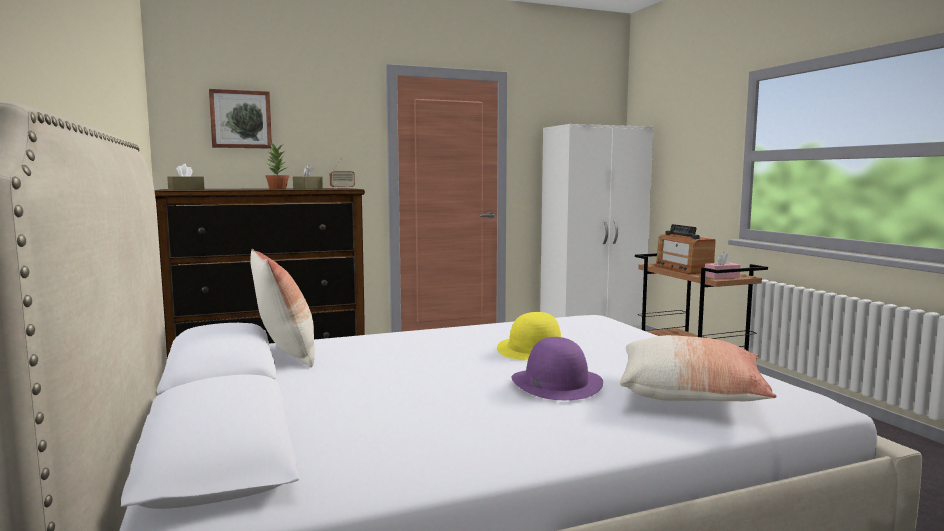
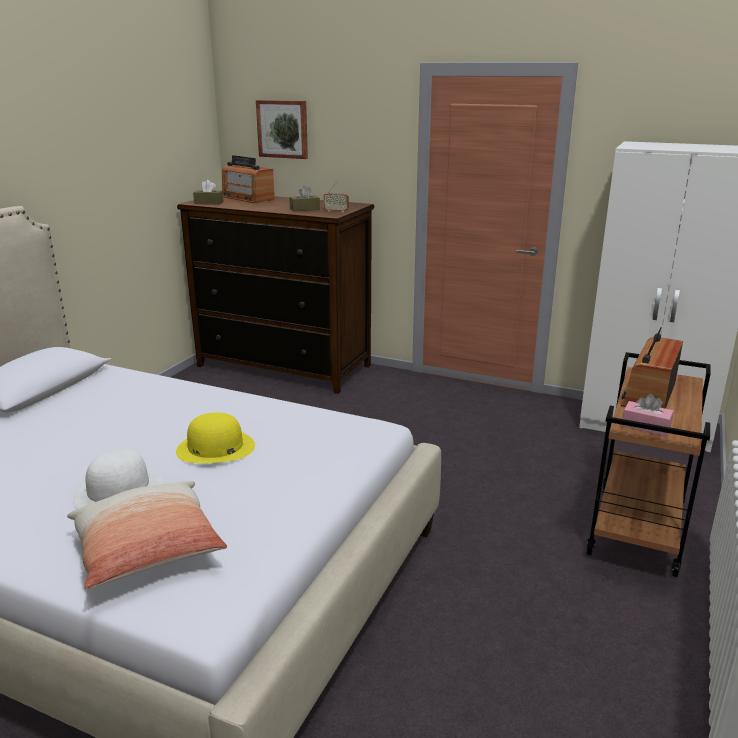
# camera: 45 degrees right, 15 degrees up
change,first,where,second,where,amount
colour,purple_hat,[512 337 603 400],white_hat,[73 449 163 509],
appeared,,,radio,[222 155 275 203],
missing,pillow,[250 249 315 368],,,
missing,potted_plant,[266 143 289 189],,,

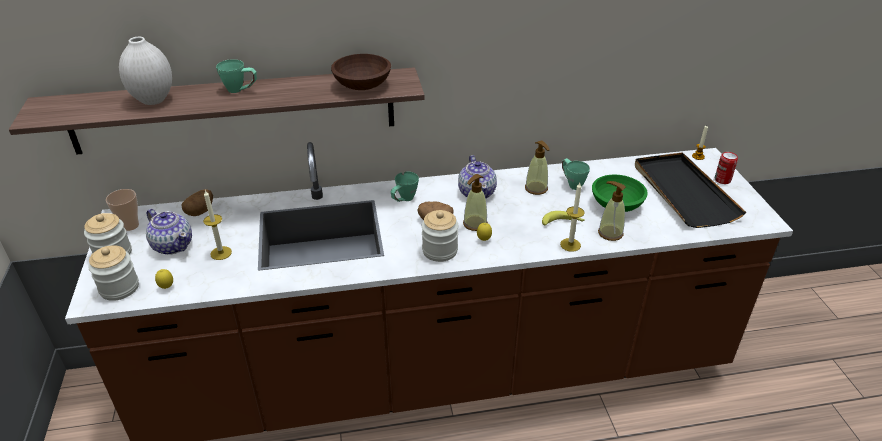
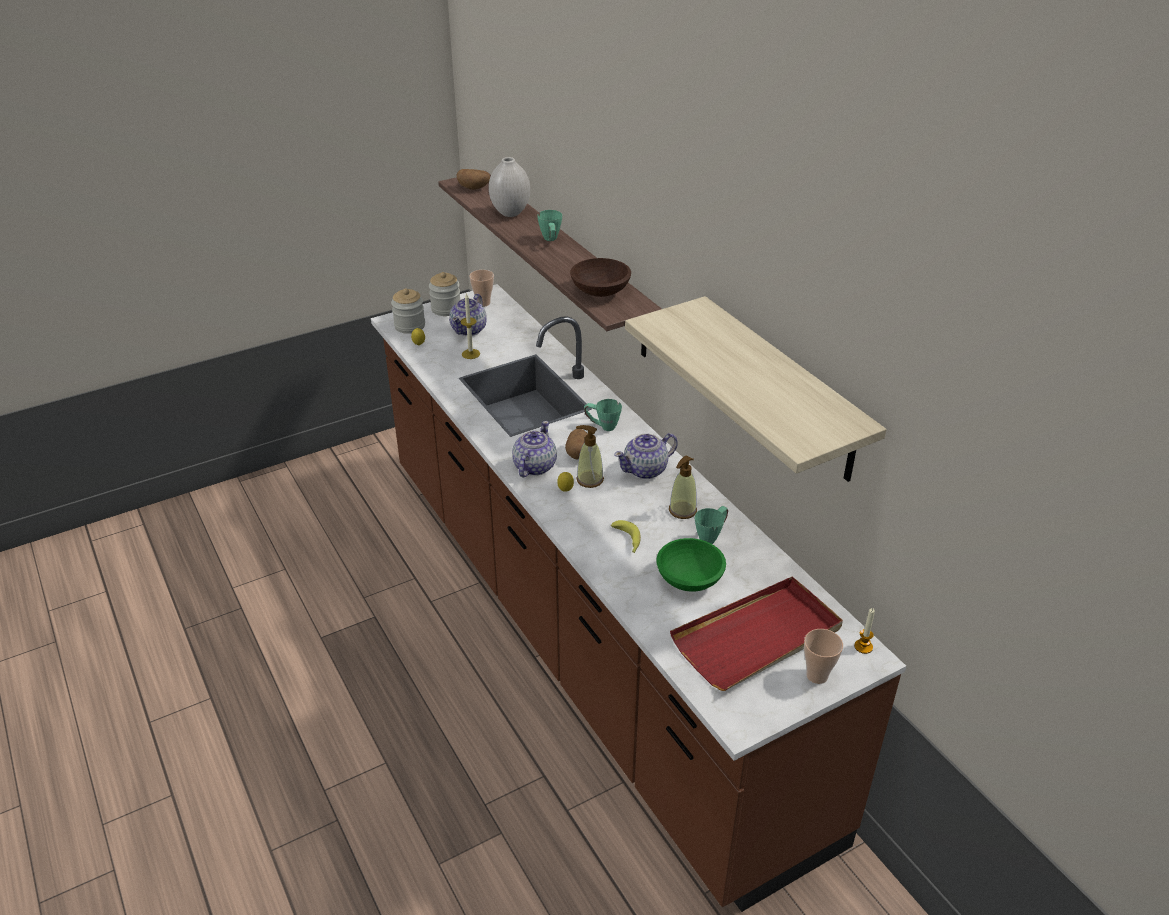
# camera: 70 degrees right, 0 degrees up
change,first,where,second,where,amount
relocated,potato,[182 189 213 216],,[457 169 490 190],
exchanged,jar,[422 210 459 262],teapot,[512 421 557 478],
appeared,,,shelf,[625 296 886 482],
colour,black_tray,[635 152 746 228],red_tray,[670 577 843 691],
exchanged,can,[715 152 738 184],cup,[804 629 843 684],
missing,candle,[560 183 585 252],,,
missing,soap_dispenser,[598 181 626 241],,,

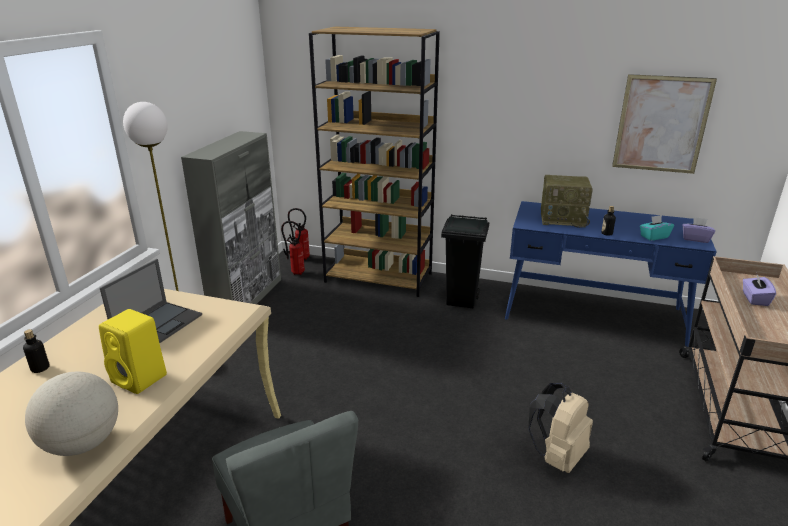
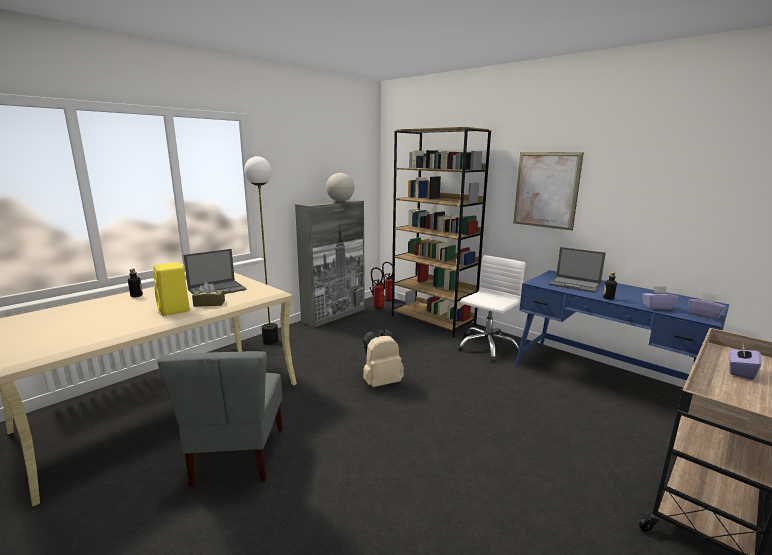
# camera: 25 degrees right, 10 degrees down
change,first,where,second,where,amount
appeared,,,brown_tissue_box,[192 282 225 307],
relocated,globe,[25 372 118 456],,[326 173 354 202],
relocated,beige_backpack,[528 383 593 473],,[363 329 404 387],
exchanged,black_trash_can,[441 214 489 308],white_office_chair,[457 255 526 362],
relocated,picture,[612 74 717 174],,[513 152 584 231],
exchanged,radio,[541 175 593 228],laptop,[549 247 606 293],
colour,turquoise_tissue_box,[640 215 674 241],purple_tissue_box,[642 286 679 310],

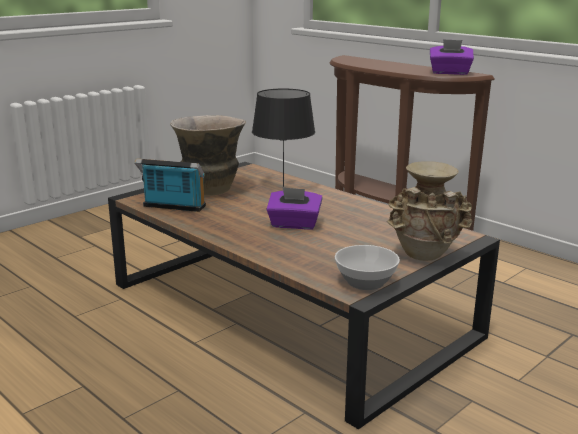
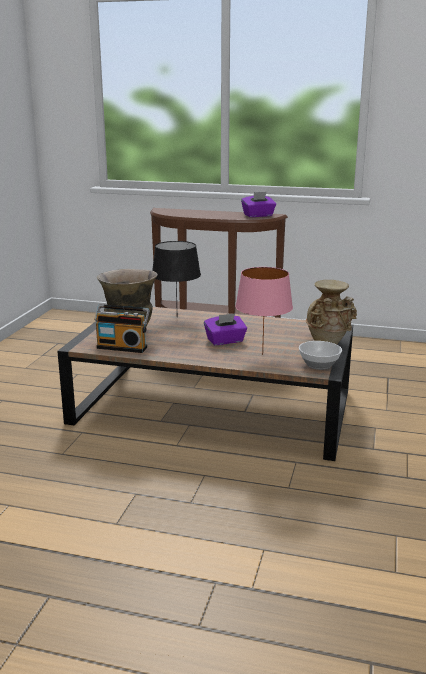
# camera: 30 degrees left, 0 degrees up
change,first,where,second,where,amount
spun,radio,[134 159 206 212],,[94 304 150 353],150 degrees counterclockwise
appeared,,,pink_table_lamp,[235 267 293 355],

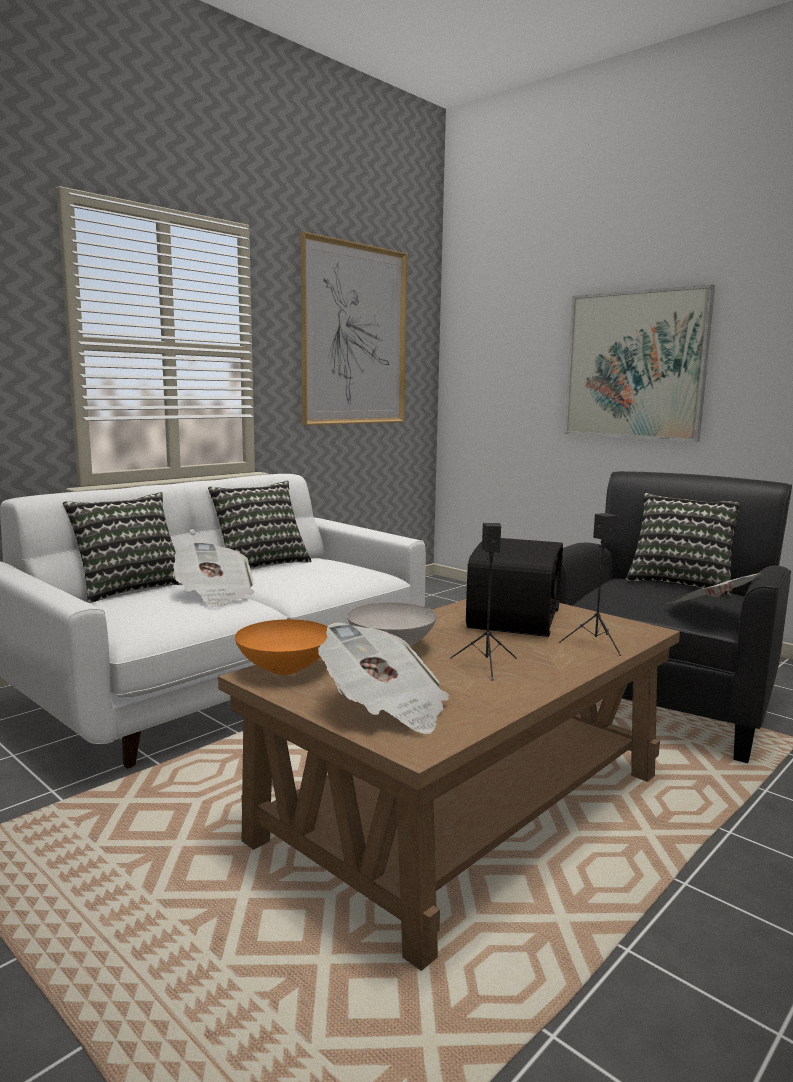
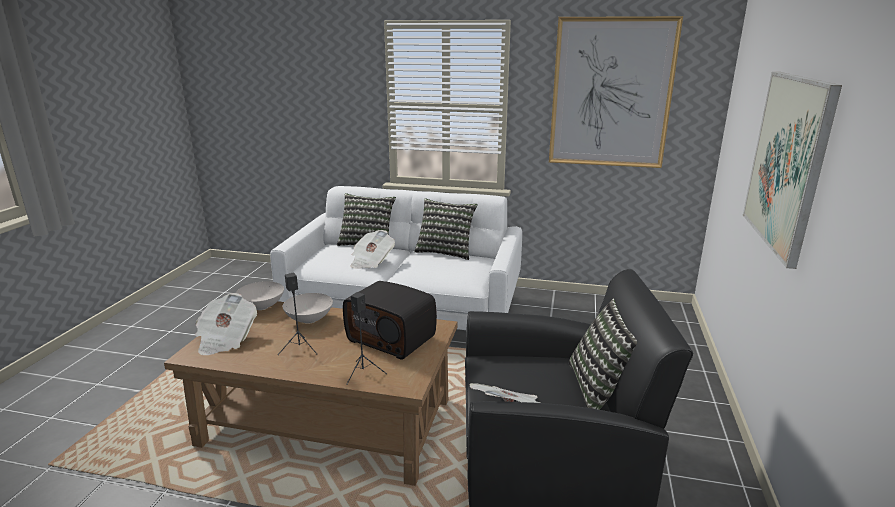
# camera: 60 degrees right, 10 degrees up
change,first,where,second,where,amount
colour,orange_bowl,[235 619 328 675],white_bowl,[236 281 284 310],
spun,radio,[466 538 563 637],,[343 281 437 360],45 degrees clockwise

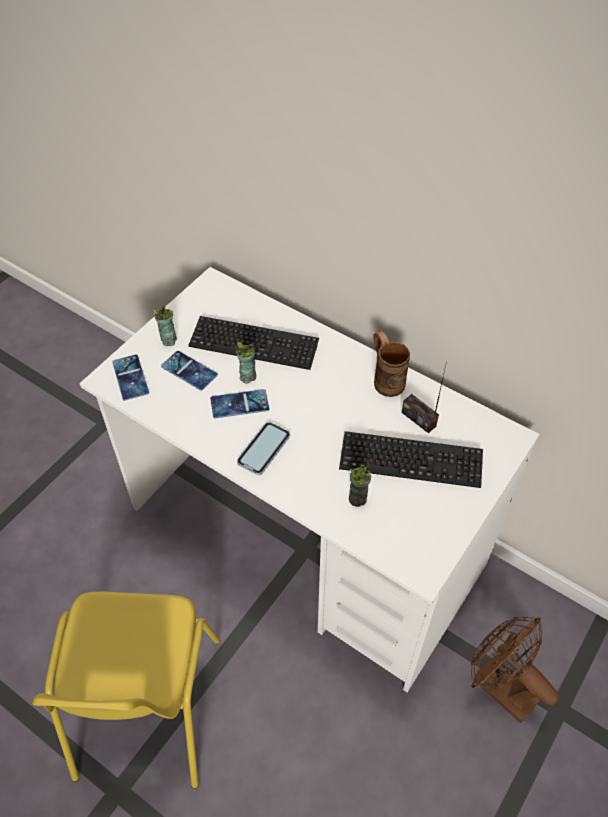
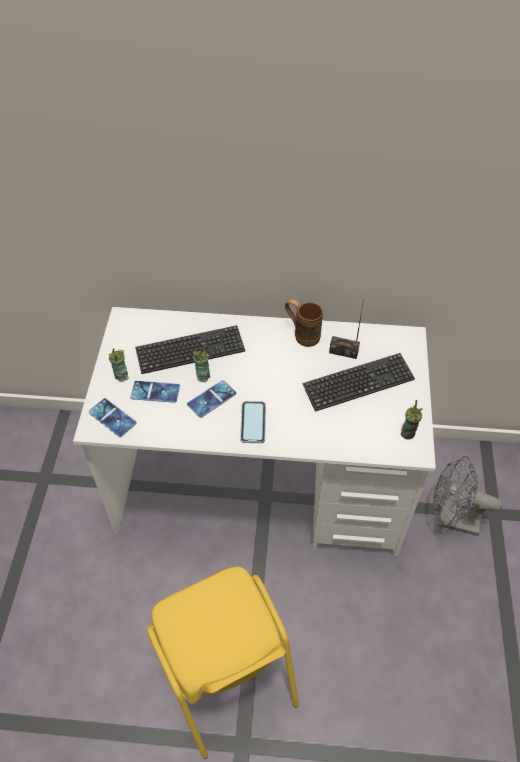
# camera: 30 degrees left, 0 degrees up
change,first,where,second,where,amount
relocated,cup,[349 460 371 507],,[401 400 423 440],
colour,brown_fan,[471 617 559 723],grey_fan,[433 456 502 536],

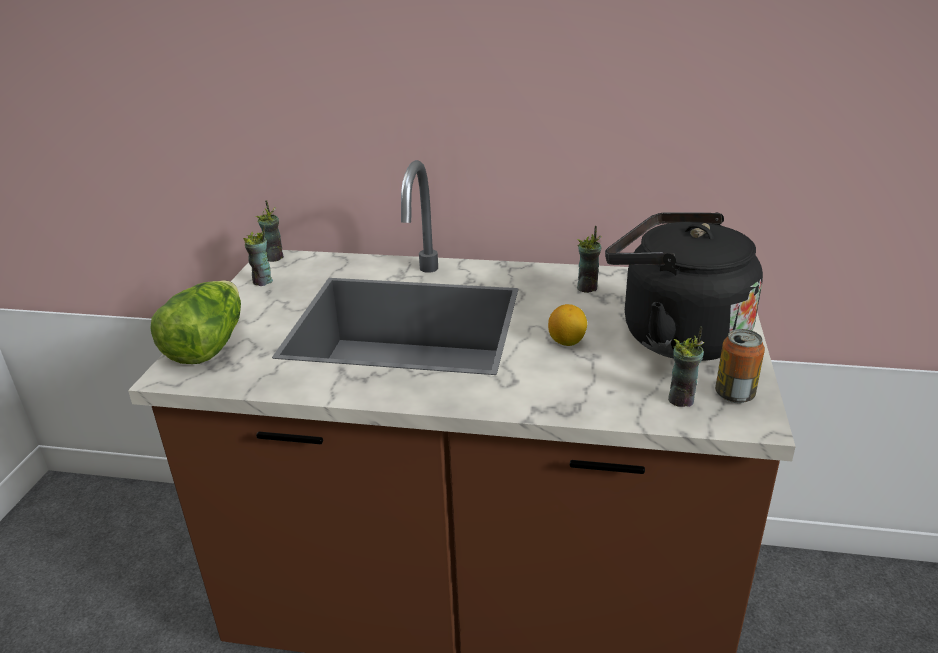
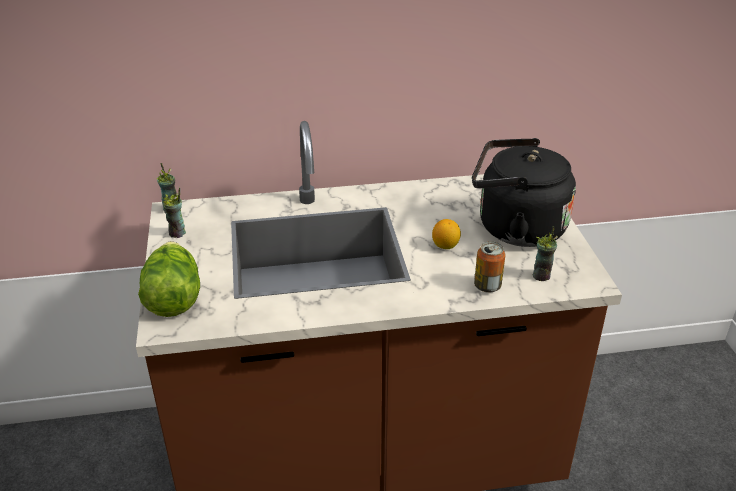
# camera: 20 degrees left, 5 degrees up
change,first,where,second,where,amount
relocated,can,[715 329 765 403],,[474 241 505 293],
missing,cup,[577 226 601 293],,,

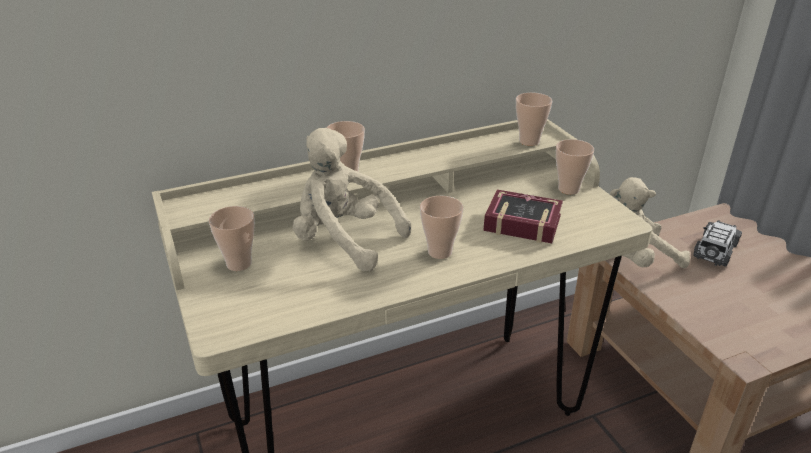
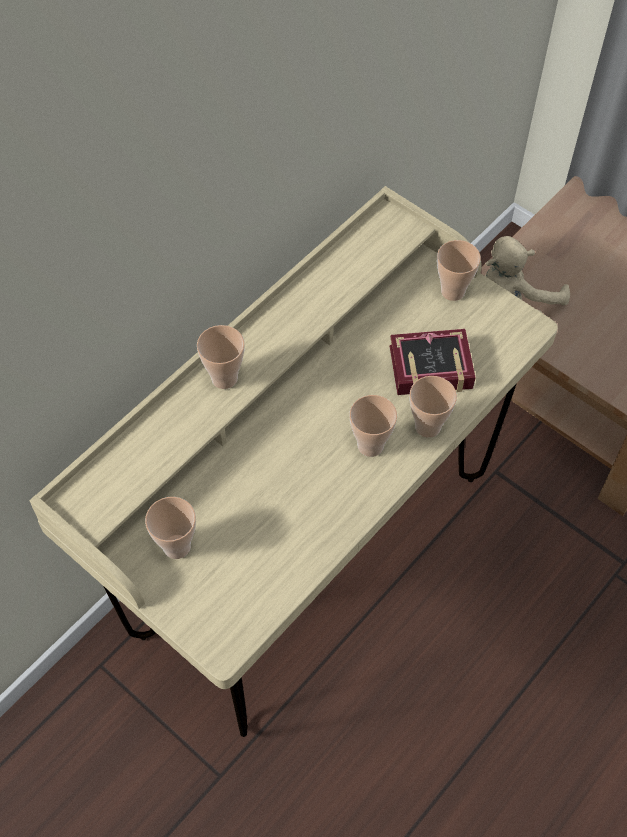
# camera: 25 degrees left, 25 degrees up
change,first,where,second,where,amount
relocated,cup,[516 93 552 146],,[410 376 457 438],
missing,beige_plush_toy,[293 128 411 271],,,
missing,toy_car,[693 220 742 267],,,

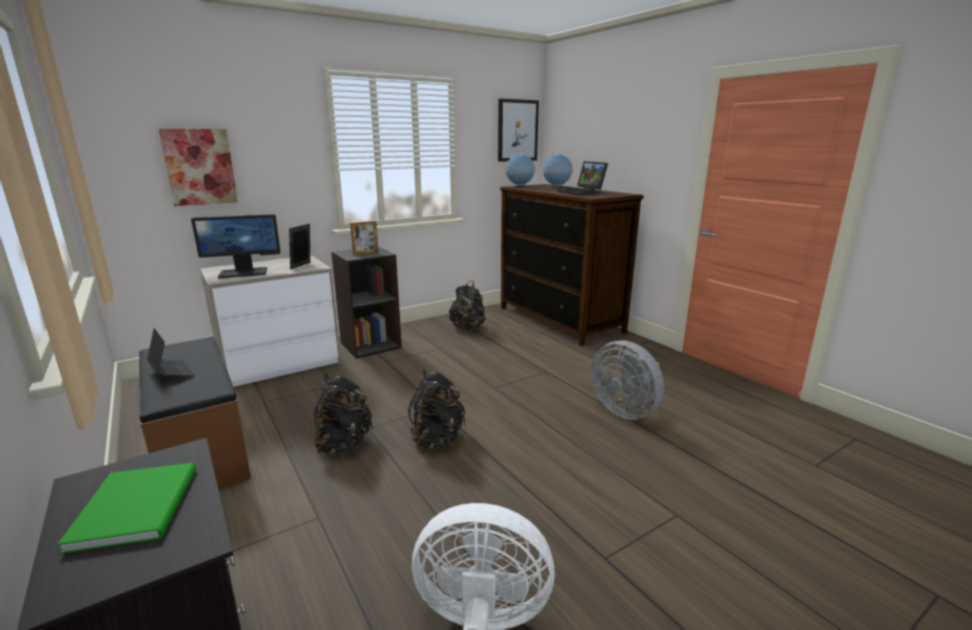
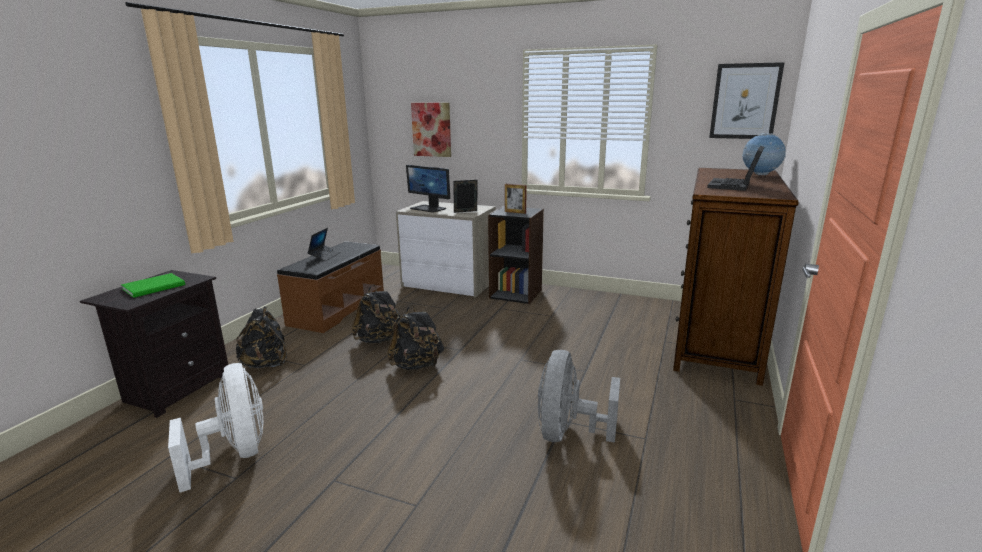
# camera: 55 degrees right, 0 degrees up
change,first,where,second,where,amount
relocated,black_backpack,[449 281 485 331],,[234 307 287 368],
missing,globe,[506 154 535 186],,,

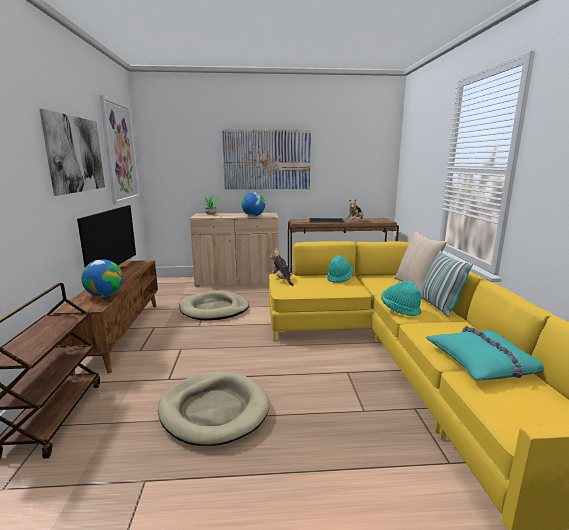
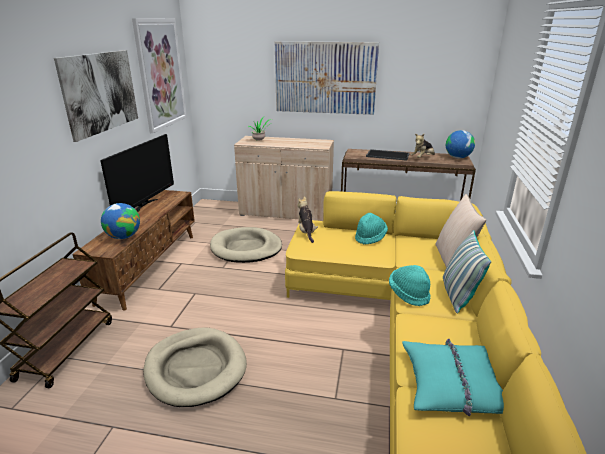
# camera: 15 degrees right, 10 degrees up
change,first,where,second,where,amount
relocated,globe,[242 192 265 216],,[446 130 475 158],

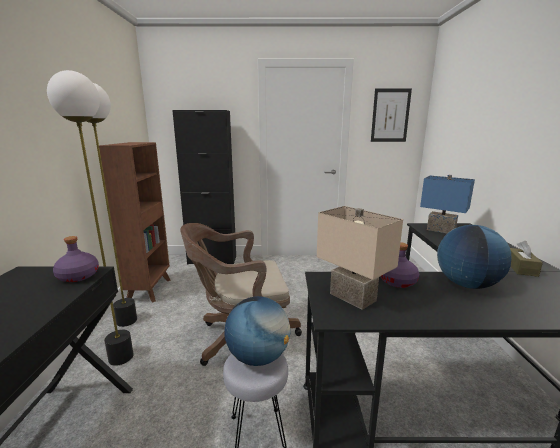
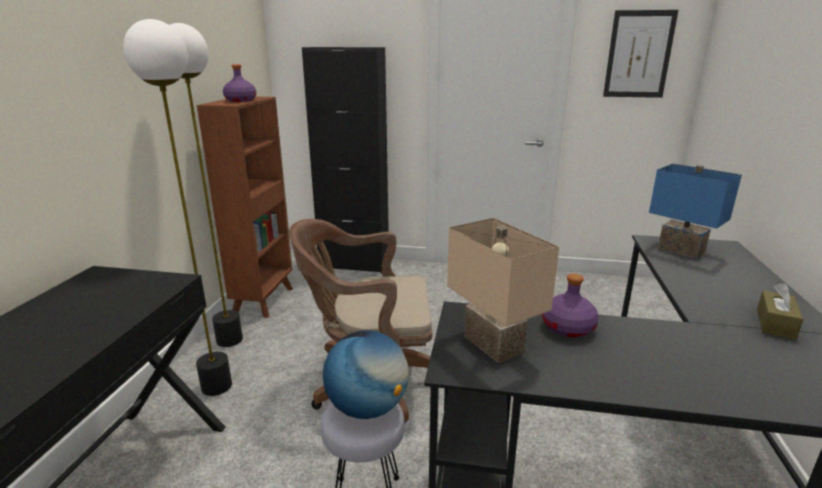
# camera: 10 degrees right, 5 degrees up
change,first,where,second,where,amount
relocated,purple_bottle,[53 236 99 282],,[223 65 256 102],
missing,globe,[437 225 512 289],,,

